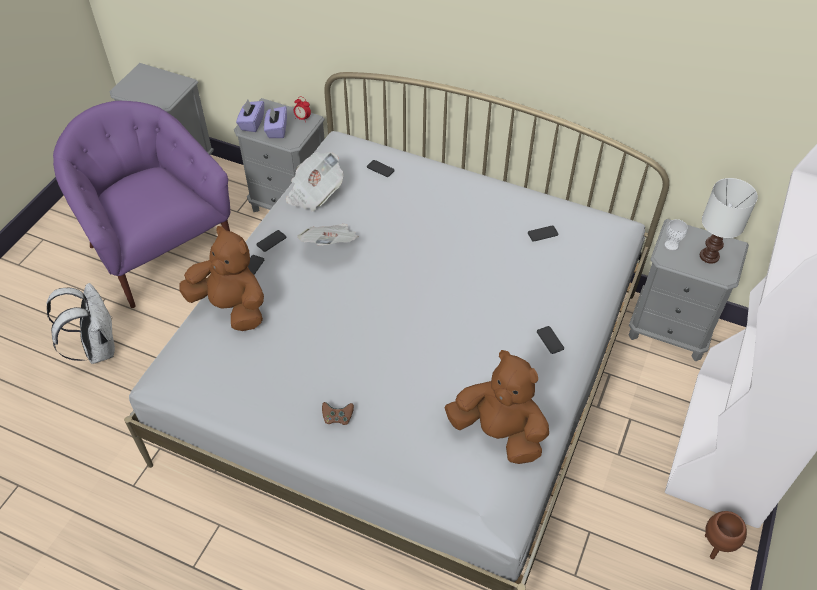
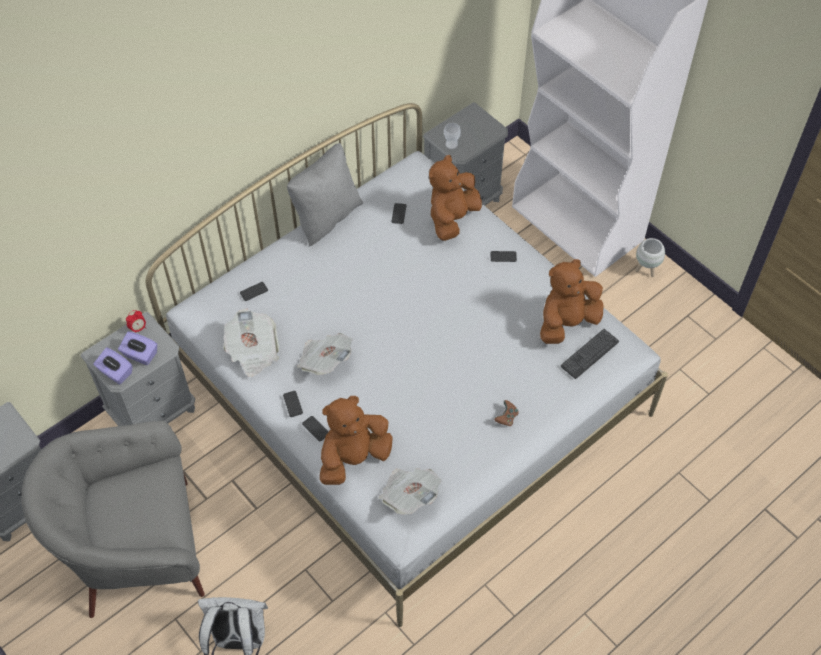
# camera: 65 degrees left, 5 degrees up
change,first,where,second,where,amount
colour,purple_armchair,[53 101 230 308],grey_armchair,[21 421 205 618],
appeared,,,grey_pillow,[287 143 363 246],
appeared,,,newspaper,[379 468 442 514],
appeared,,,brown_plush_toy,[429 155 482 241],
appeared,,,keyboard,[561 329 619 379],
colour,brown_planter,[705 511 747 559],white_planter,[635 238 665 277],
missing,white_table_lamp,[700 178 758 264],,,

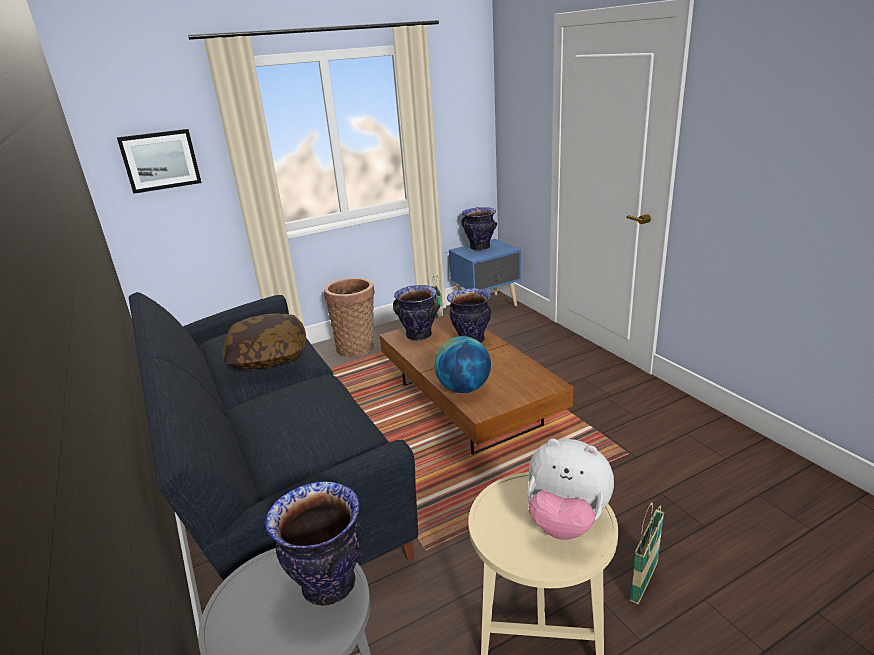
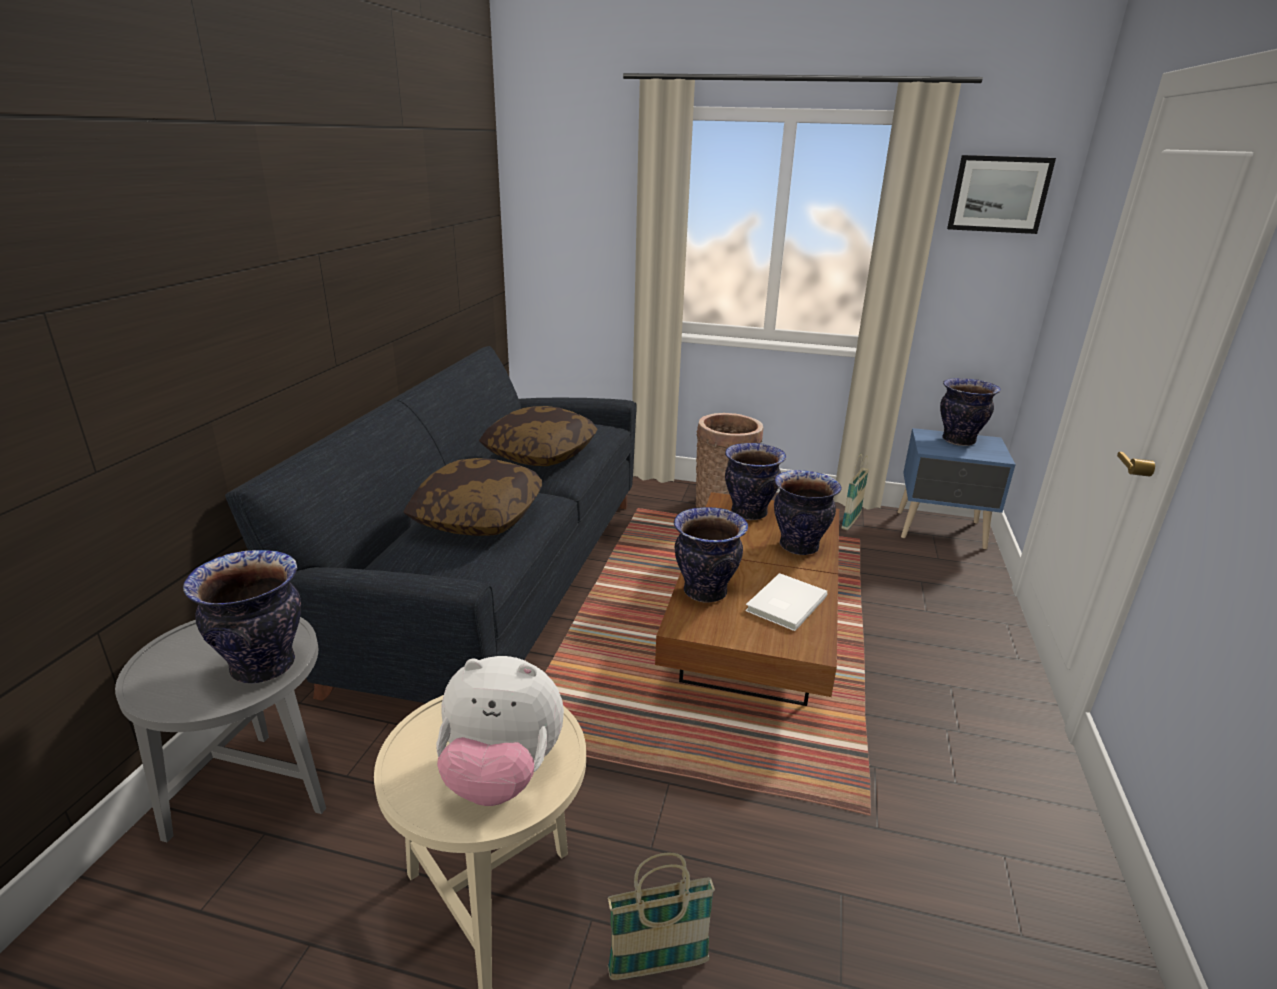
# camera: 40 degrees right, 0 degrees up
change,first,where,second,where,amount
appeared,,,pillow,[403 458 542 536],
spun,plush_toy,[527 439 614 540],,[436 656 564 806],60 degrees counterclockwise
exchanged,globe,[434 336 491 393],vase,[674 507 748 602],
appeared,,,white_book,[745 573 828 631],
relocated,picture,[117 129 202 194],,[947 155 1056 234],

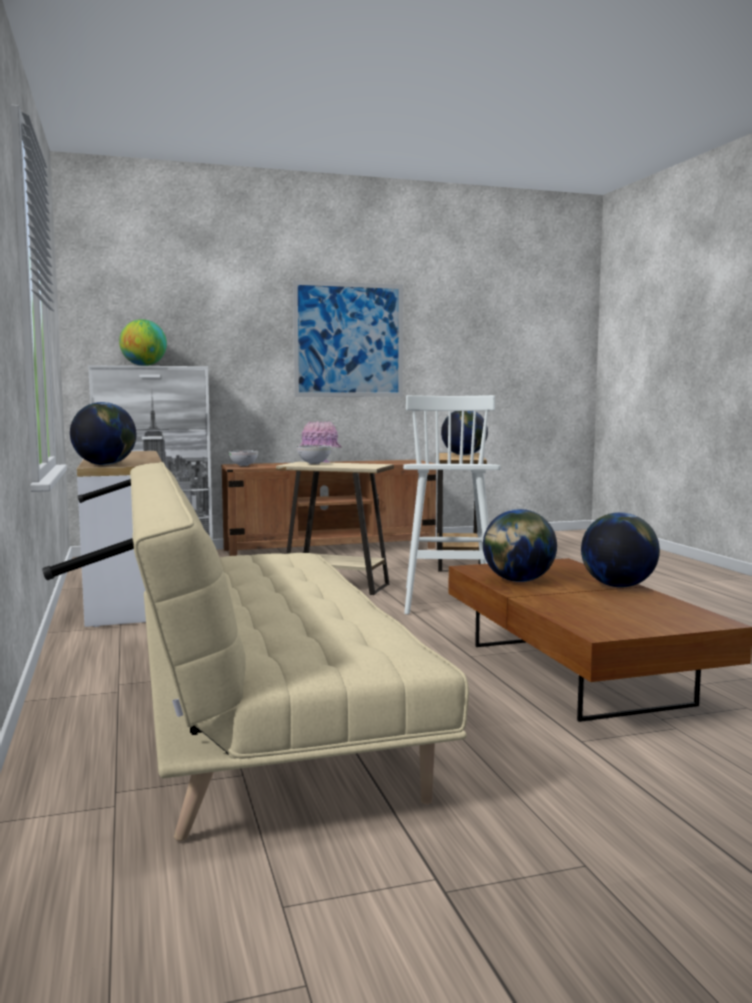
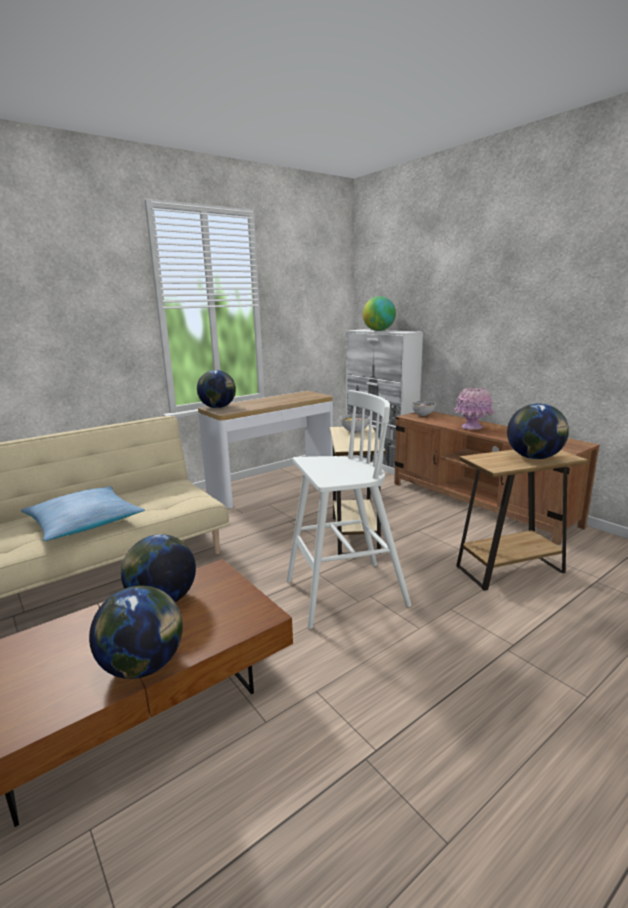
# camera: 70 degrees right, 10 degrees up
change,first,where,second,where,amount
appeared,,,pillow,[21 486 145 541],
missing,picture,[293 280 403 397],,,

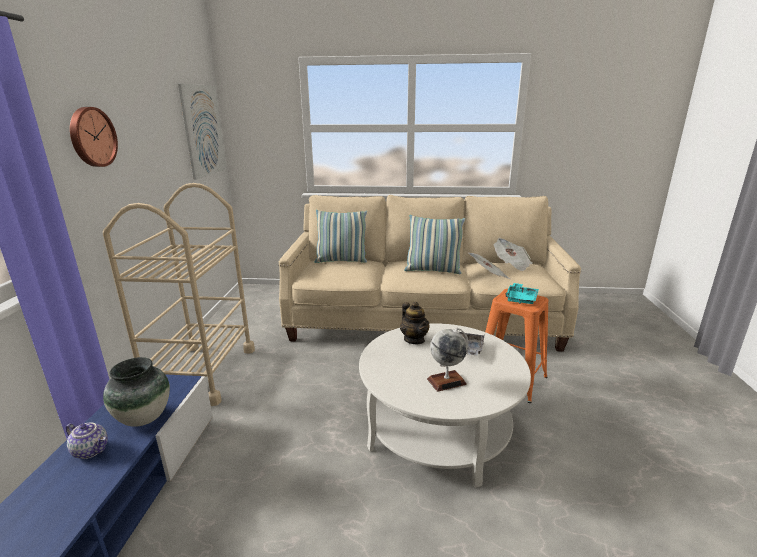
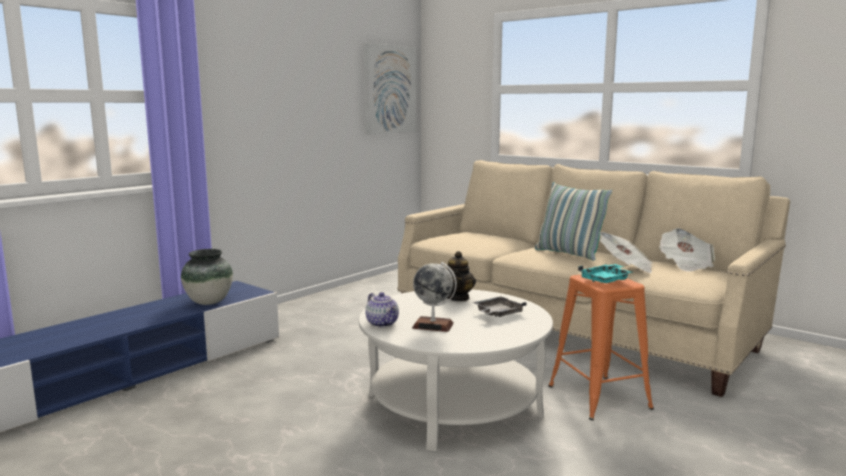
# camera: 35 degrees right, 10 degrees down
change,first,where,second,where,amount
relocated,teapot,[66 422 108 459],,[365 292 399 328],
missing,wall_clock,[70 107 118 167],,,
missing,beige_cart,[103 183 255 406],,,
missing,pillow,[315 210 367 263],,,

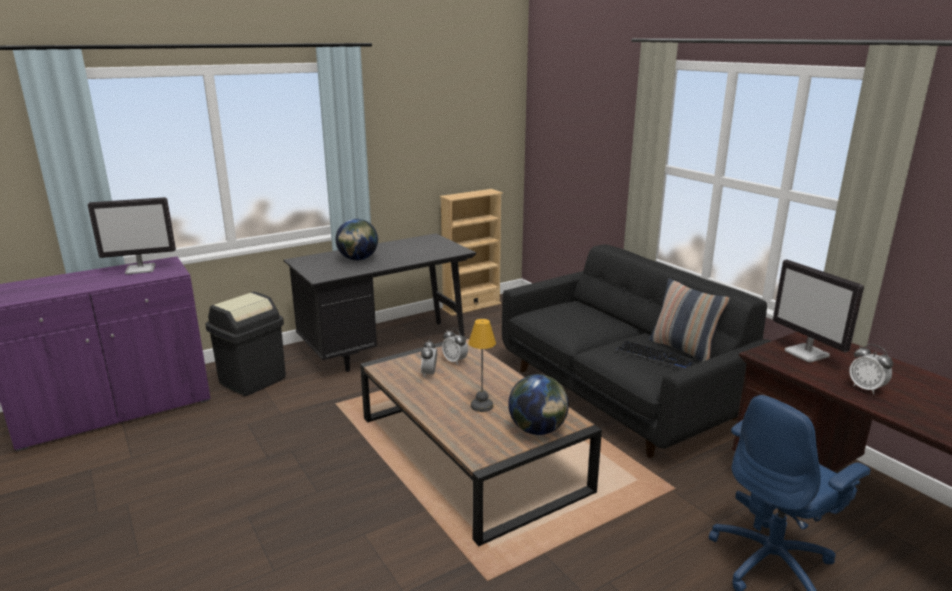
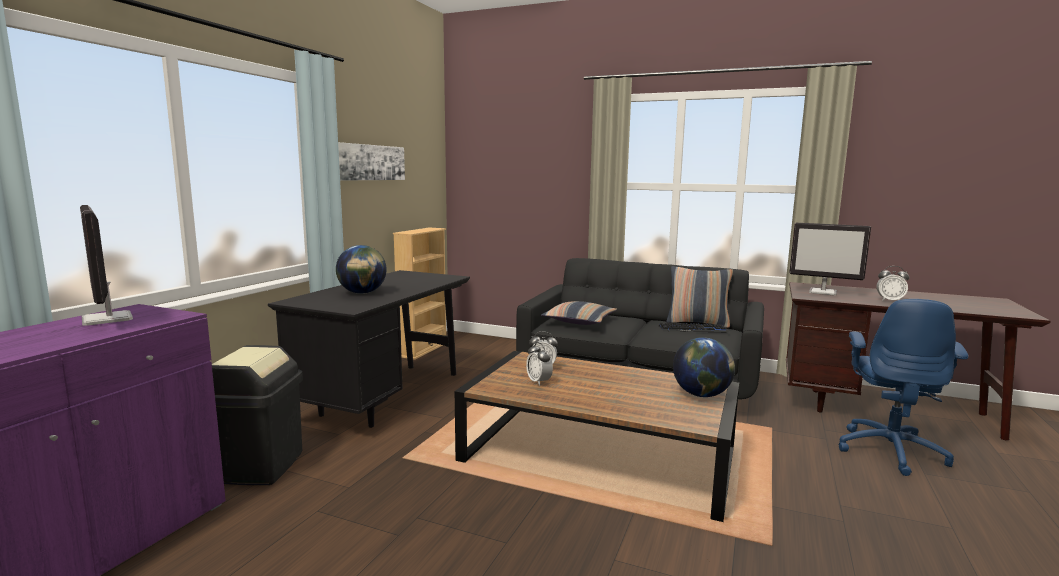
# camera: 35 degrees left, 10 degrees down
change,first,where,second,where,amount
spun,monitor,[88 197 176 274],,[80 205 133 326],105 degrees clockwise
appeared,,,picture,[338 142 405 181],
appeared,,,pillow,[541 301 617 325],
missing,table_lamp,[468 319 496 412],,,

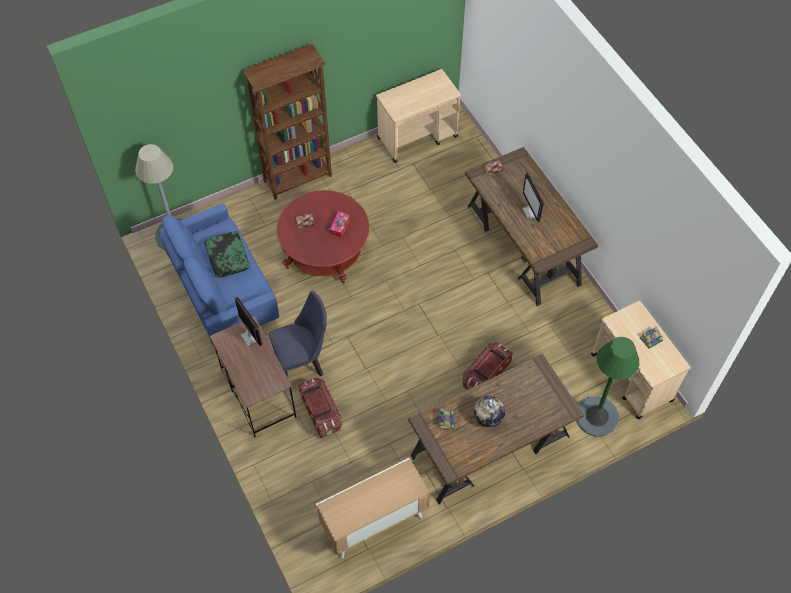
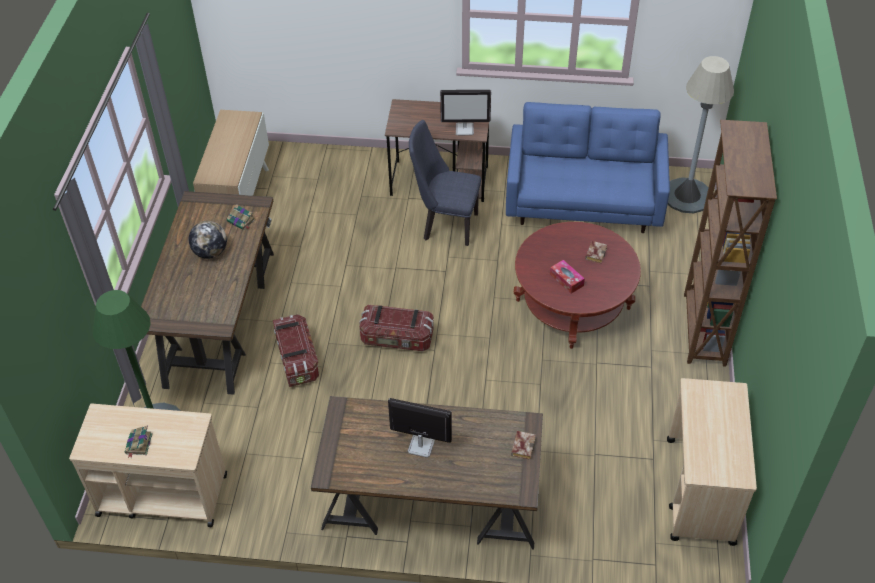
# camera: 125 degrees right, 10 degrees down
change,first,where,second,where,amount
relocated,storage_box,[299 378 342 438],,[359 305 434 351],
spun,blue_chair,[269 290 327 377],,[409 120 481 246],90 degrees clockwise
missing,pillow,[204 232 250 278],,,

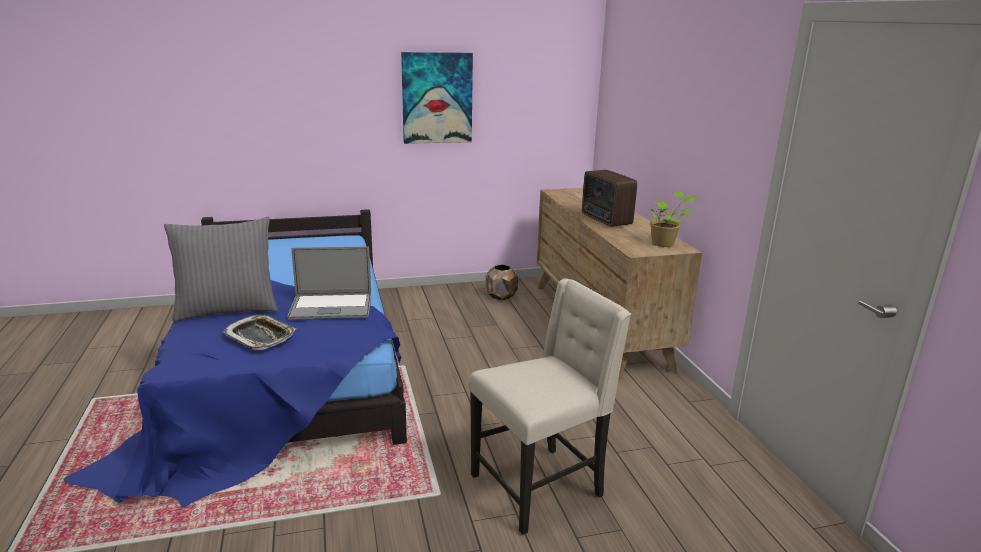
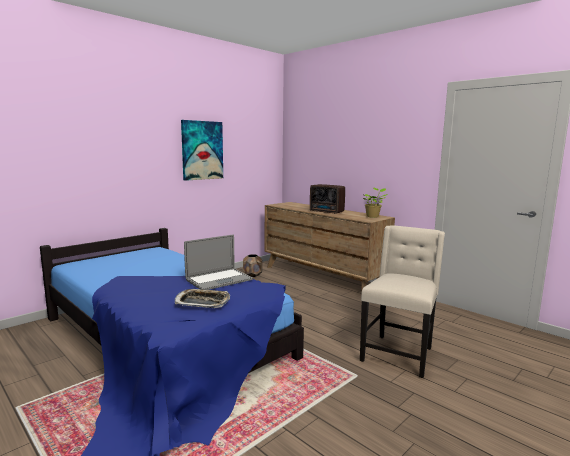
# camera: 30 degrees left, 10 degrees down
change,first,where,second,where,amount
missing,grey_pillow,[164 217 278 322],,,

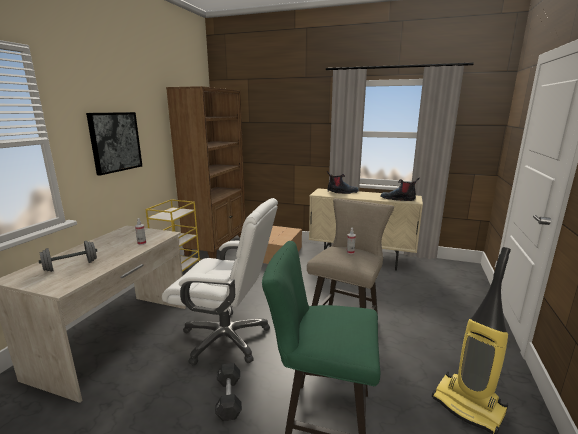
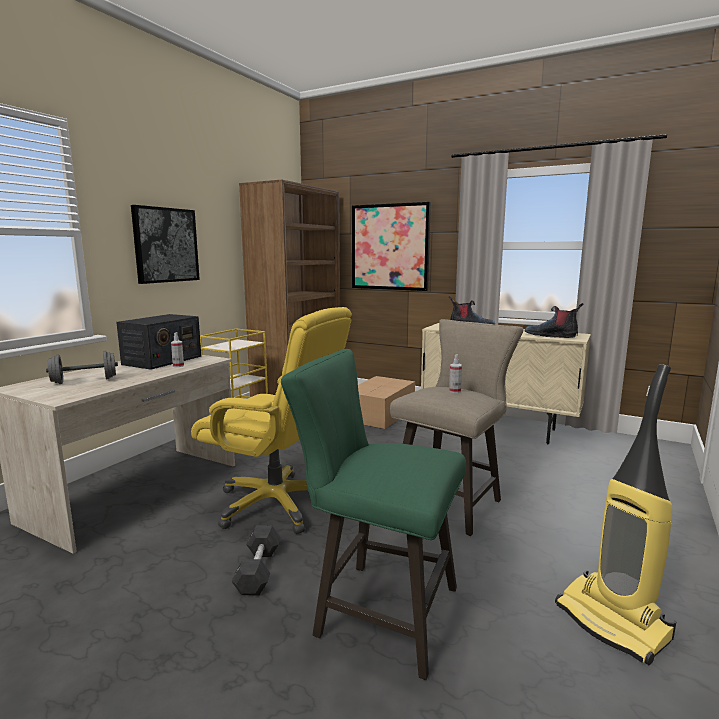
# camera: 10 degrees right, 5 degrees down
change,first,where,second,where,amount
appeared,,,radio,[116 314 201 370],
colour,white_office_chair,[162 198 278 365],yellow_office_chair,[191 307 352 534],
appeared,,,picture,[352 202 431 291],

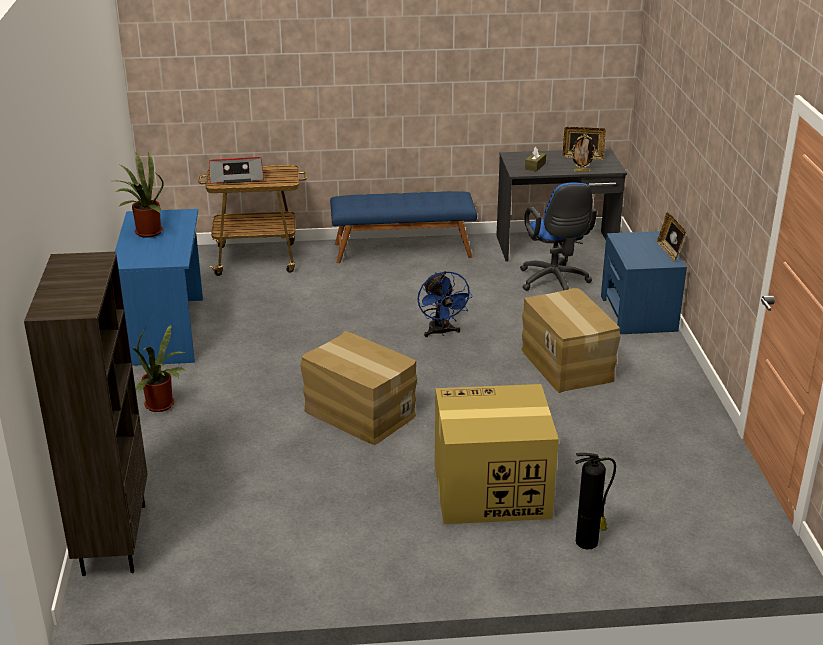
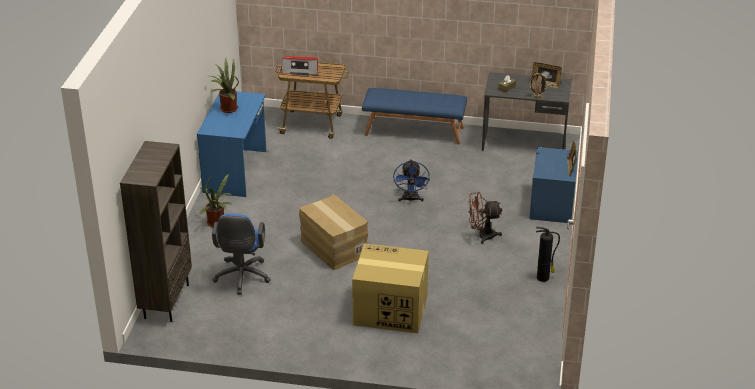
# camera: 15 degrees right, 5 degrees up
change,first,where,second,where,amount
relocated,blue_office_chair,[520 182 597 291],,[212 213 271 295],
exchanged,cardboard_box,[521 288 621 393],brown_fan,[468 192 502 244],
relocated,fire_extinguisher,[575 453 616 549],,[536 227 560 282],

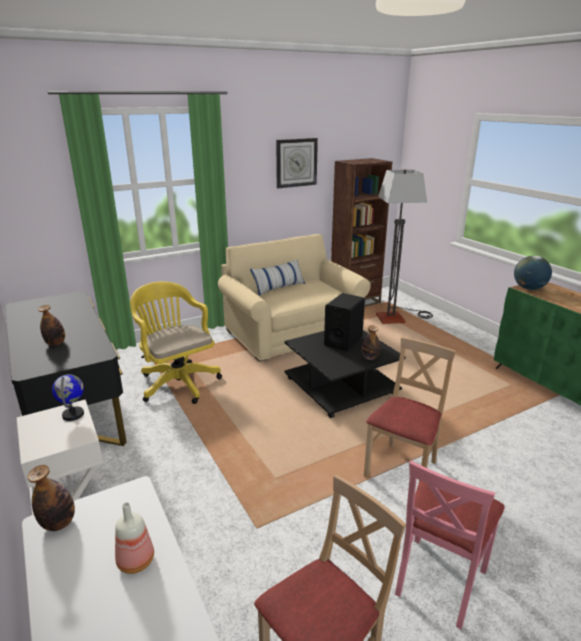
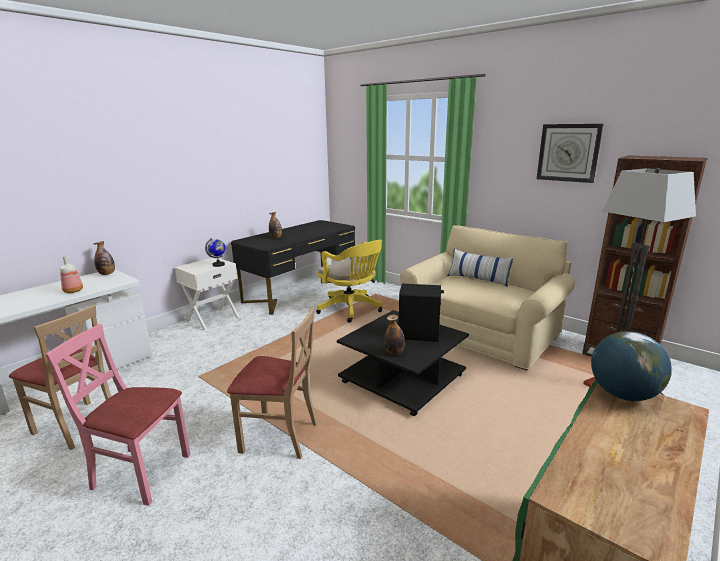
# camera: 70 degrees right, 5 degrees down
change,first,where,second,where,amount
spun,yellow_office_chair,[130 282 222 404],,[316 240 383 323],105 degrees clockwise

